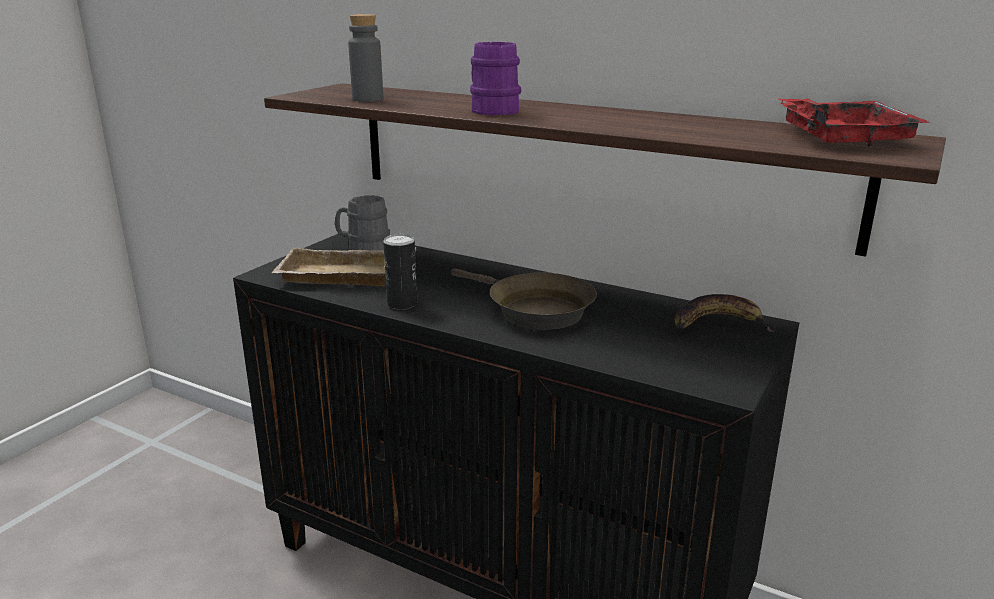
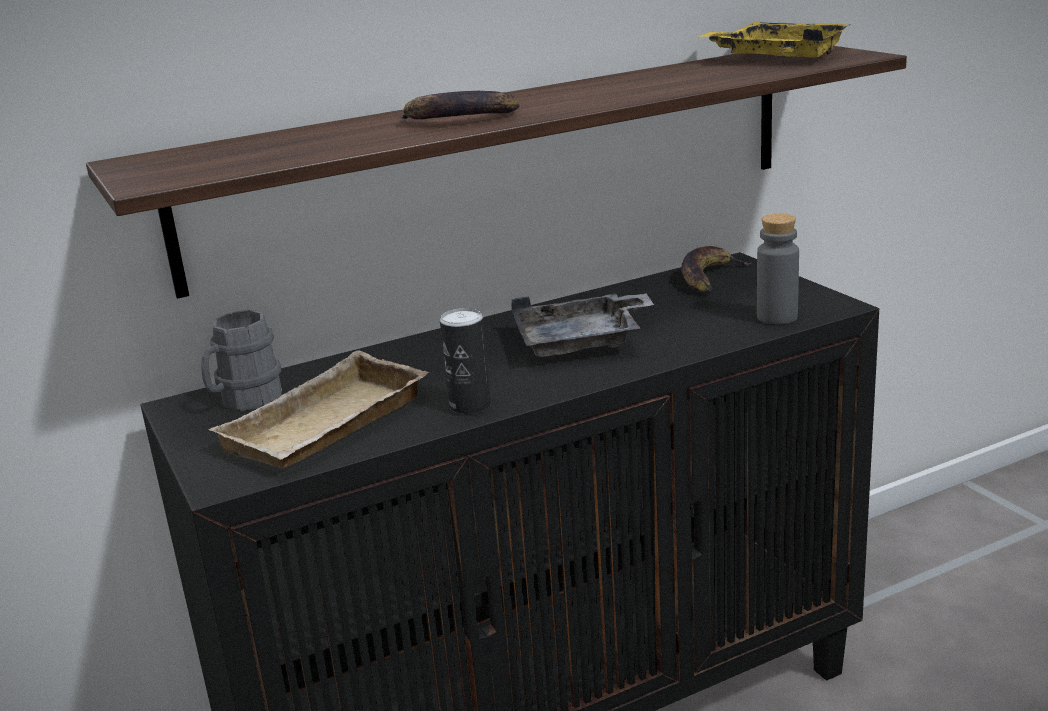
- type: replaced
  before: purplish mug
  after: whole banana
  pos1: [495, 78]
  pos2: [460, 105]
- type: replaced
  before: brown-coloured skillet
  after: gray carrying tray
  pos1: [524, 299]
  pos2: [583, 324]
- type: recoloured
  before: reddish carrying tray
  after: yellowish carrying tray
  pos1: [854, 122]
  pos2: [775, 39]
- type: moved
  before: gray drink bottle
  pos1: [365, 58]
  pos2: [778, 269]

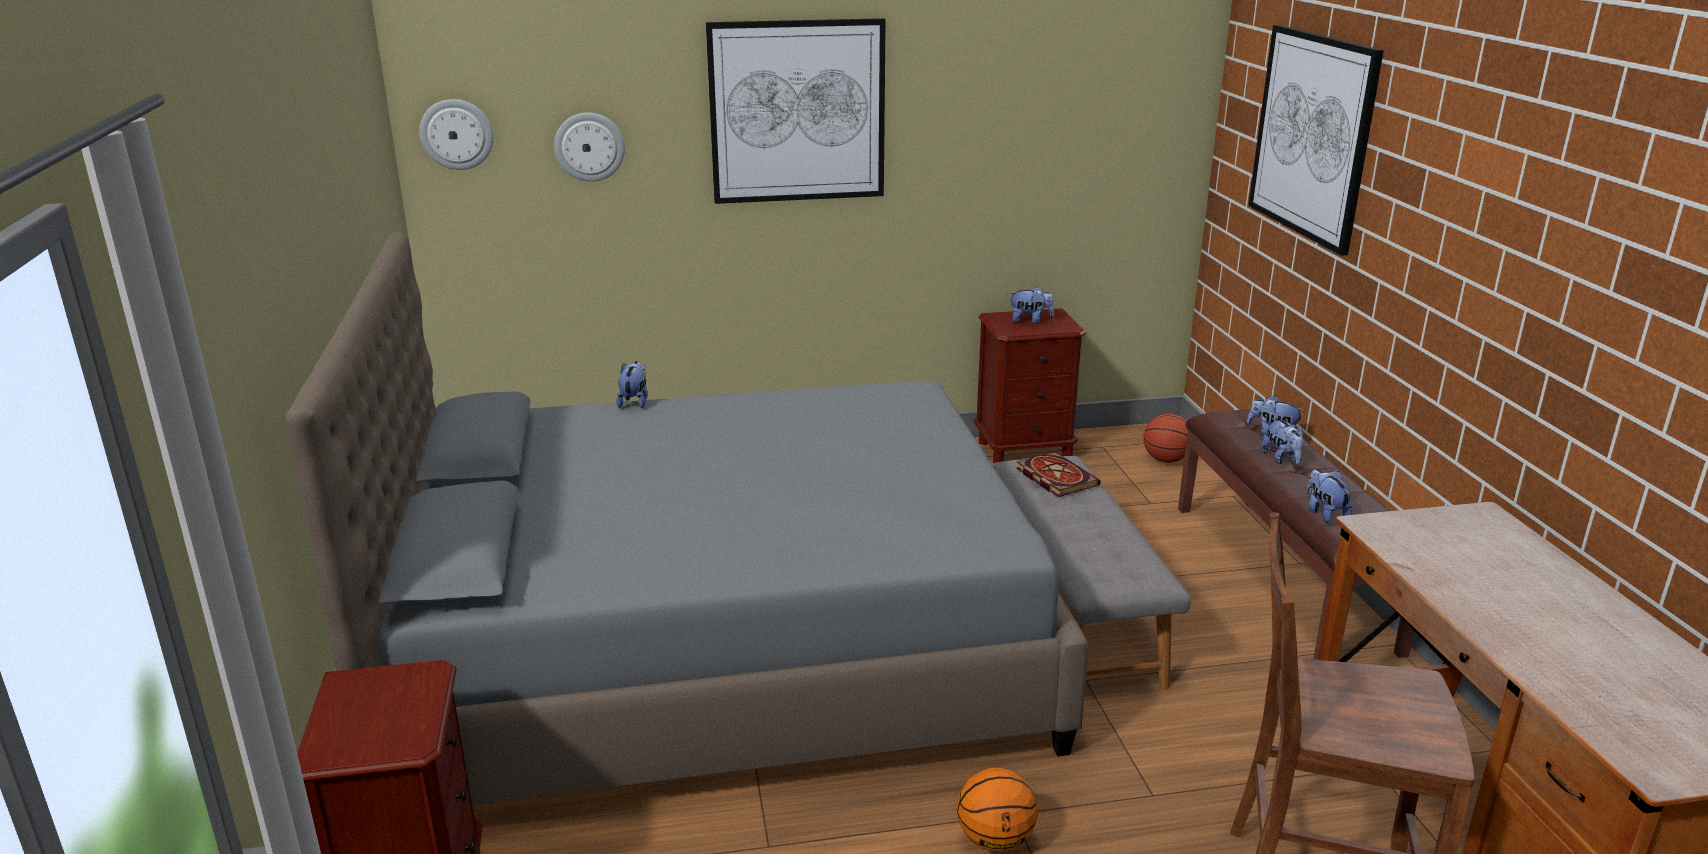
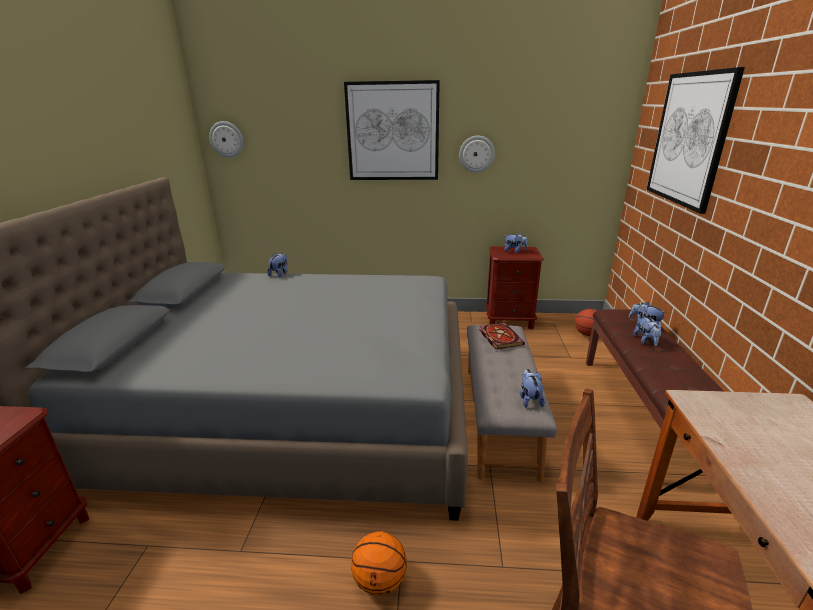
- type: moved
  before: wall clock
  pos1: [589, 147]
  pos2: [477, 154]
- type: moved
  before: soft toy
  pos1: [1329, 496]
  pos2: [532, 388]

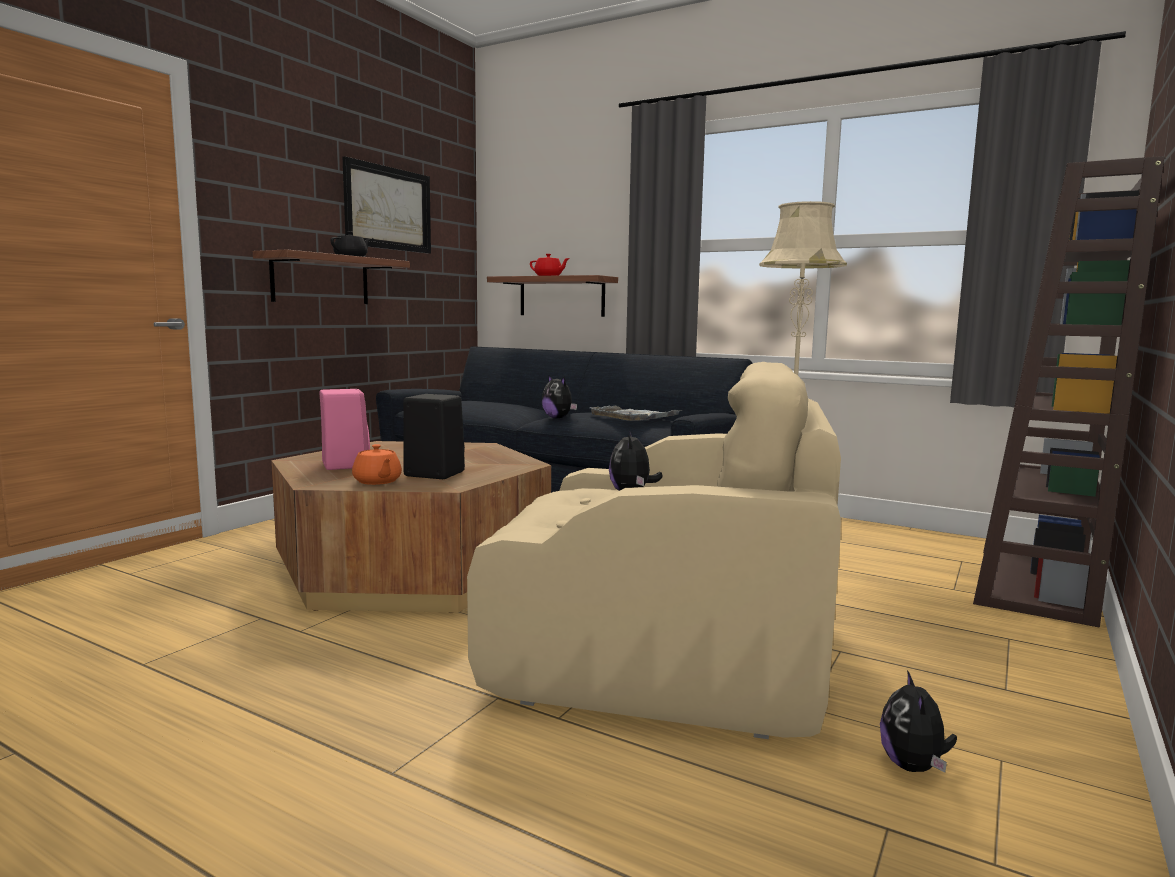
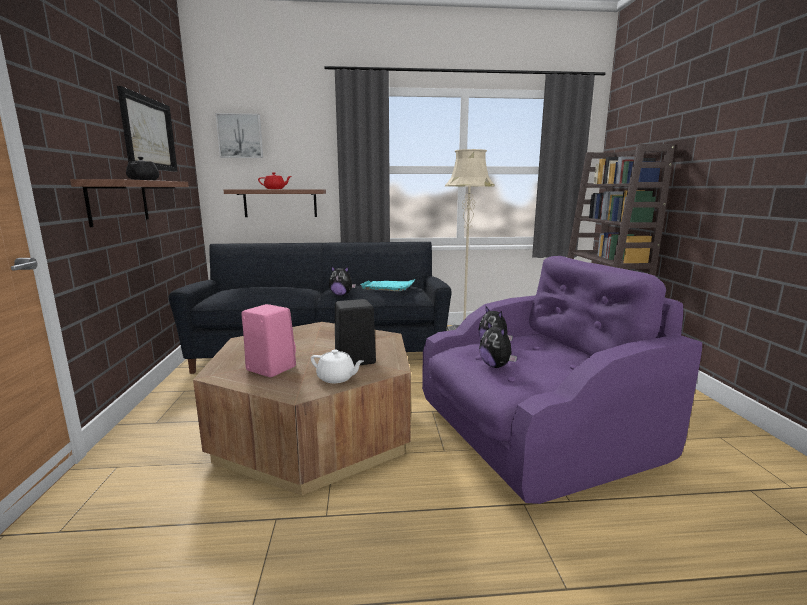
- type: added
  after: wall picture
  pos2: [239, 135]
- type: recoloured
  before: orange-coloured teapot
  after: white teapot
  pos1: [377, 464]
  pos2: [337, 366]
- type: recoloured
  before: gray carrying tray
  after: blue-green carrying tray
  pos1: [636, 413]
  pos2: [388, 285]
- type: recoloured
  before: sand-coloured lounge chair
  after: purplish lounge chair
  pos1: [654, 550]
  pos2: [562, 380]
- type: moved
  before: soft toy
  pos1: [918, 721]
  pos2: [498, 345]

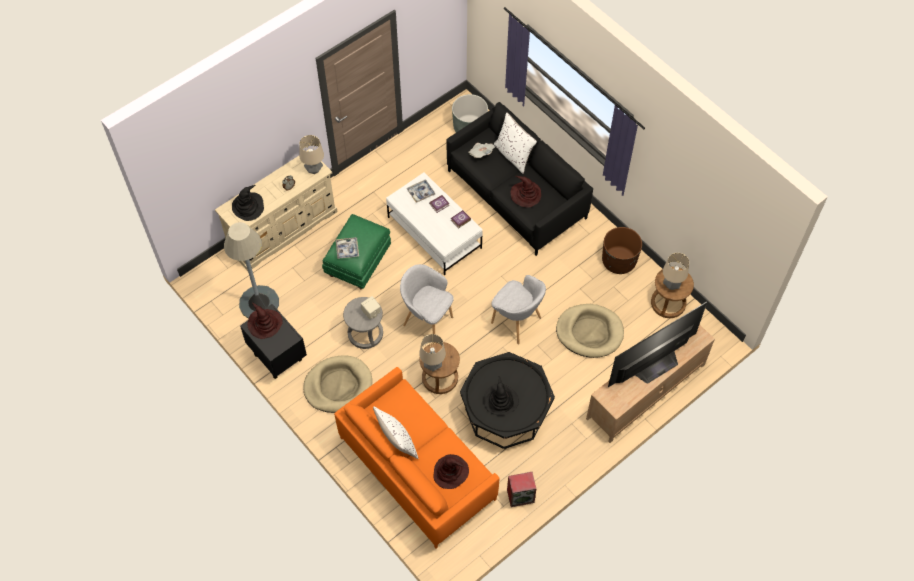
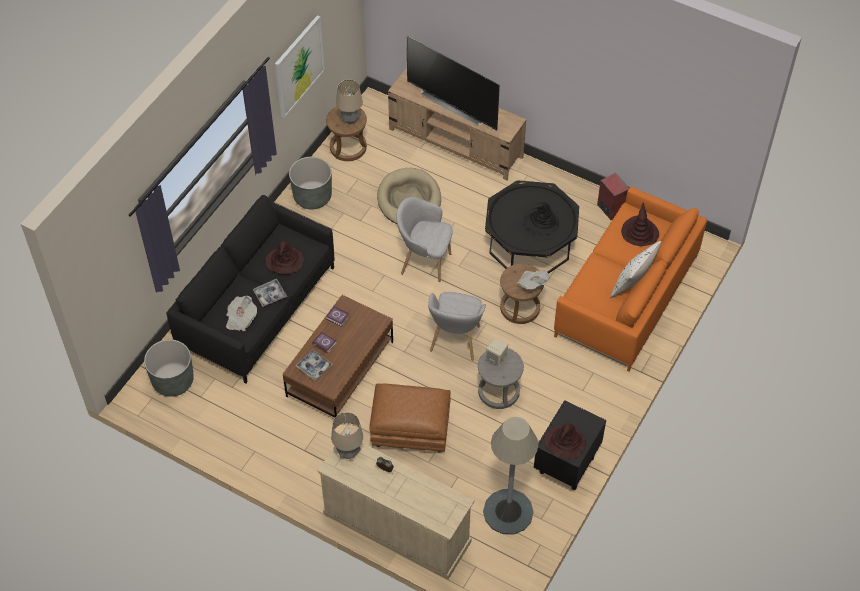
- type: moved
  before: carrying tray
  pos1: [347, 248]
  pos2: [270, 293]
- type: added
  after: wall picture
  pos2: [300, 66]
- type: recoloured
  before: white lounge table
  after: brown-coloured lounge table
  pos1: [434, 223]
  pos2: [338, 356]
- type: recoloured
  before: brown-coloured flower pot
  after: gray flower pot
  pos1: [622, 250]
  pos2: [310, 183]
- type: recoloured
  before: green pouffe
  after: brown-coloured pouffe
  pos1: [356, 251]
  pos2: [410, 418]
- type: turned
  before: gray lounge chair
  pos1: [518, 309]
  pos2: [424, 239]
  turn: -90
- type: replaced
  before: table lamp
  after: newspaper
  pos1: [432, 352]
  pos2: [533, 279]
- type: removed
  before: blackish wearable hat
  pos1: [248, 203]
- type: removed
  before: sand-coloured dog cushion
  pos1: [337, 384]
- type: removed
  before: white throw pillow
  pos1: [515, 143]

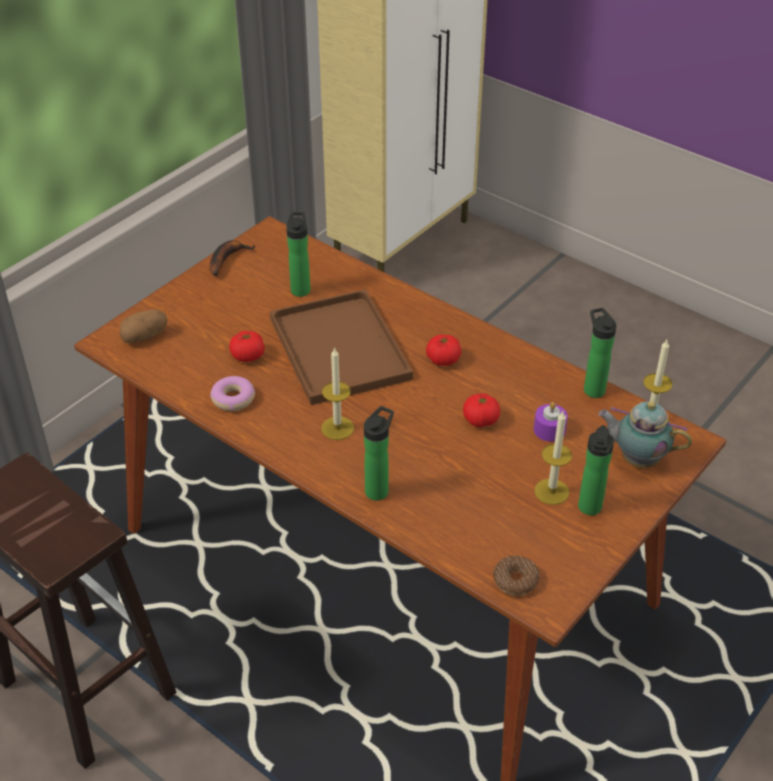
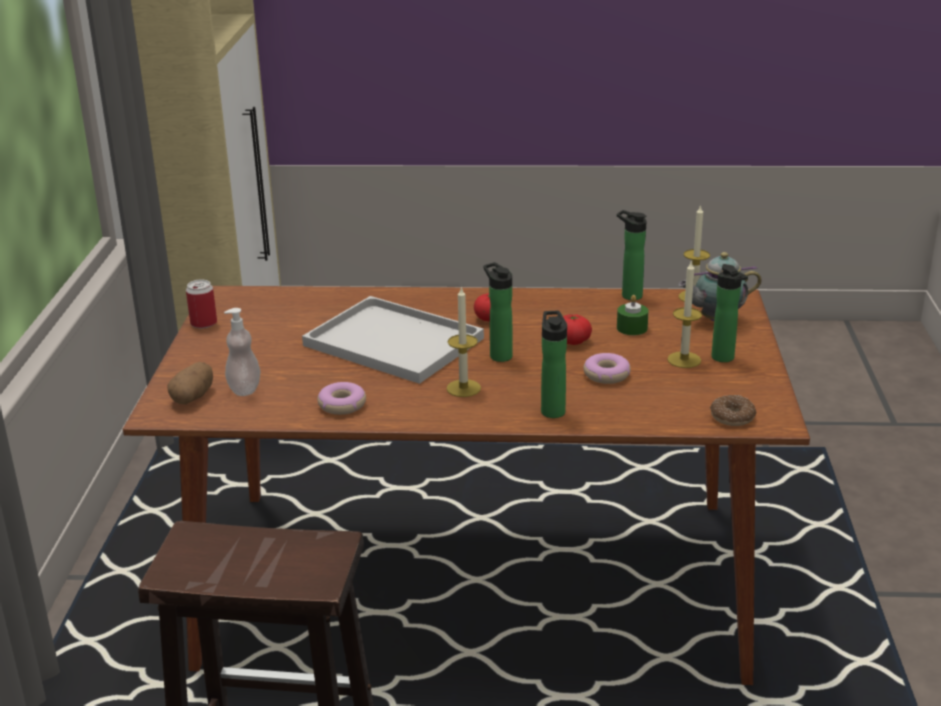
- type: replaced
  before: whole banana
  after: can
  pos1: [232, 258]
  pos2: [201, 303]
- type: added
  after: liquid soap bottle
  pos2: [242, 352]
- type: recoloured
  before: brown-coloured carrying tray
  after: white carrying tray
  pos1: [341, 347]
  pos2: [393, 340]
- type: moved
  before: drink bottle
  pos1: [298, 254]
  pos2: [498, 312]
- type: added
  after: doughnut
  pos2: [607, 368]
- type: recoloured
  before: purplish wax candle
  after: green wax candle
  pos1: [551, 422]
  pos2: [633, 315]
- type: removed
  before: fresh tomato
  pos1: [247, 346]

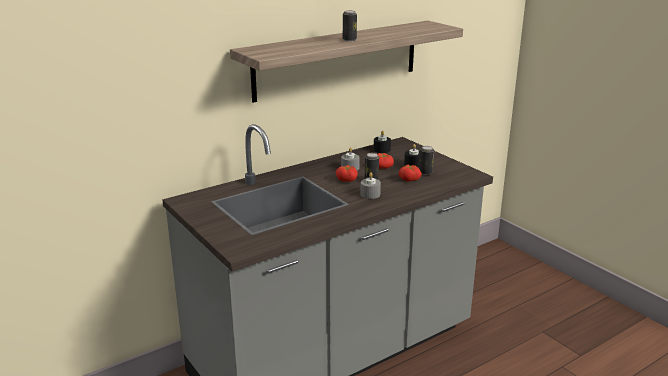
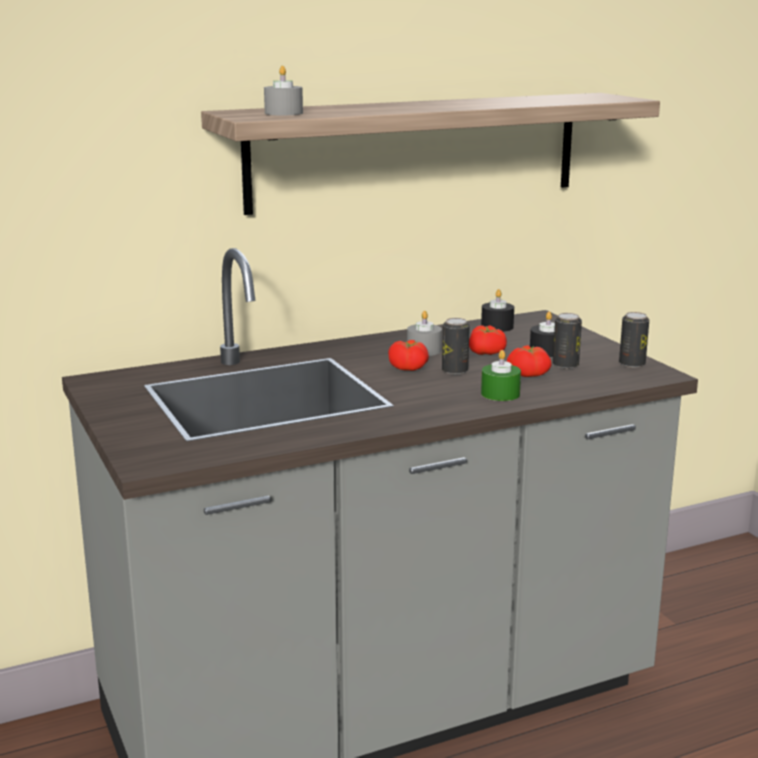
- type: moved
  before: gray wax candle
  pos1: [370, 185]
  pos2: [283, 90]
- type: added
  after: green wax candle
  pos2: [501, 375]
- type: moved
  before: can
  pos1: [350, 26]
  pos2: [634, 340]

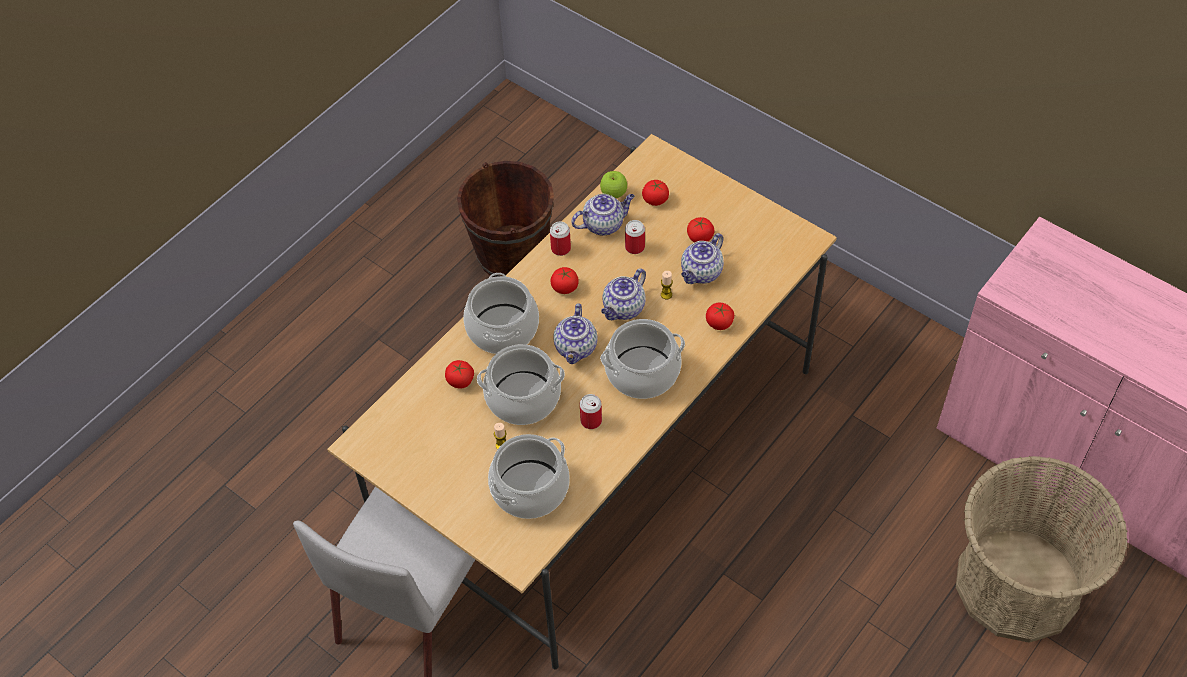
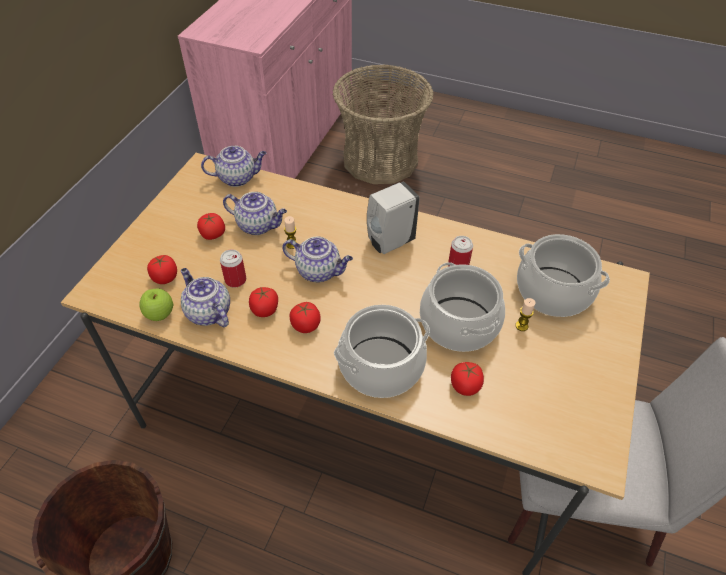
- type: moved
  before: teapot
  pos1: [575, 333]
  pos2: [233, 166]
- type: moved
  before: fresh tomato
  pos1: [720, 316]
  pos2: [263, 302]
- type: replaced
  before: saucepot
  after: white liquid soap bottle
  pos1: [642, 359]
  pos2: [393, 218]
- type: removed
  before: can
  pos1: [560, 239]

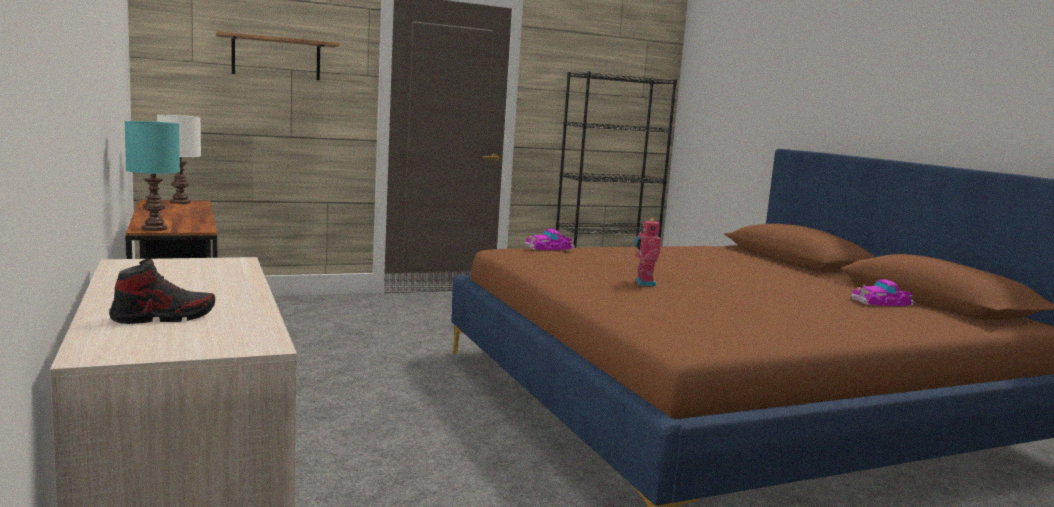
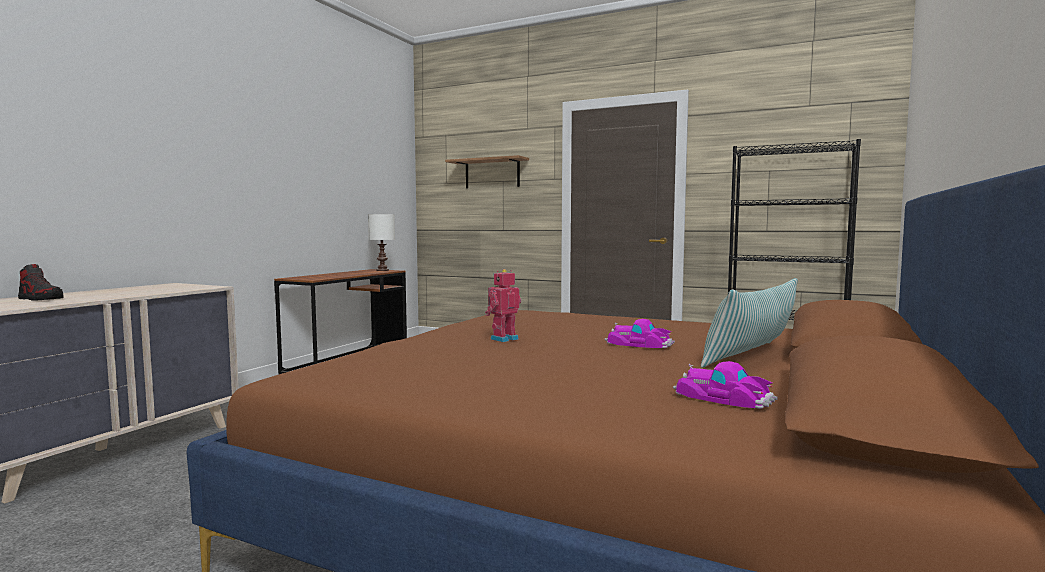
- type: moved
  before: toy car
  pos1: [549, 239]
  pos2: [640, 333]
- type: added
  after: throw pillow
  pos2: [749, 323]
- type: removed
  before: blue-green table lamp
  pos1: [152, 176]

